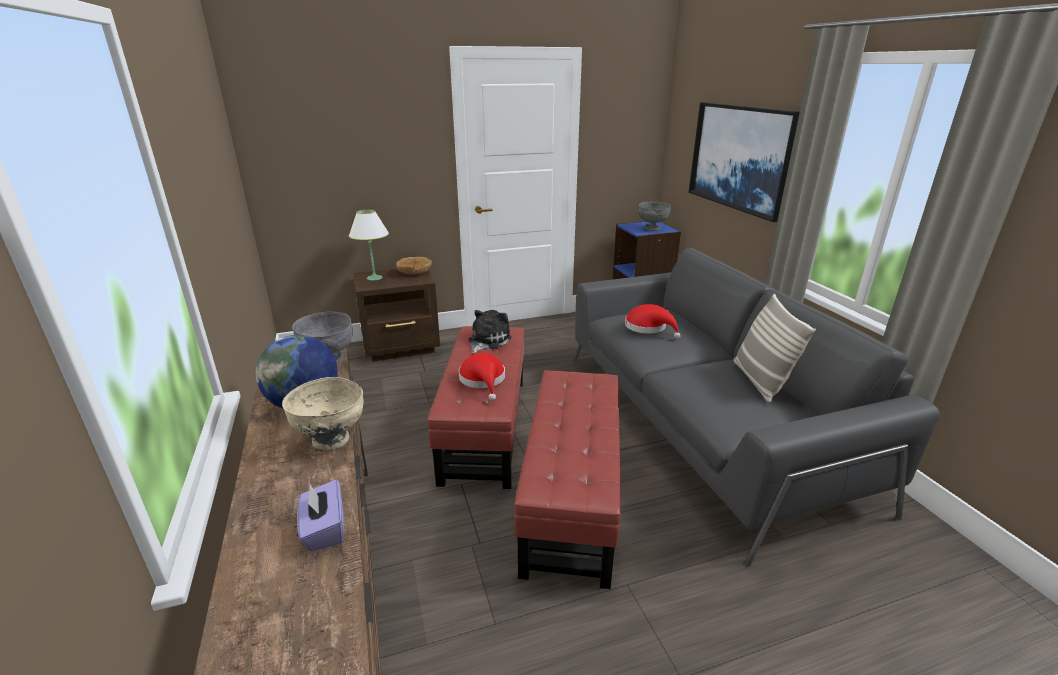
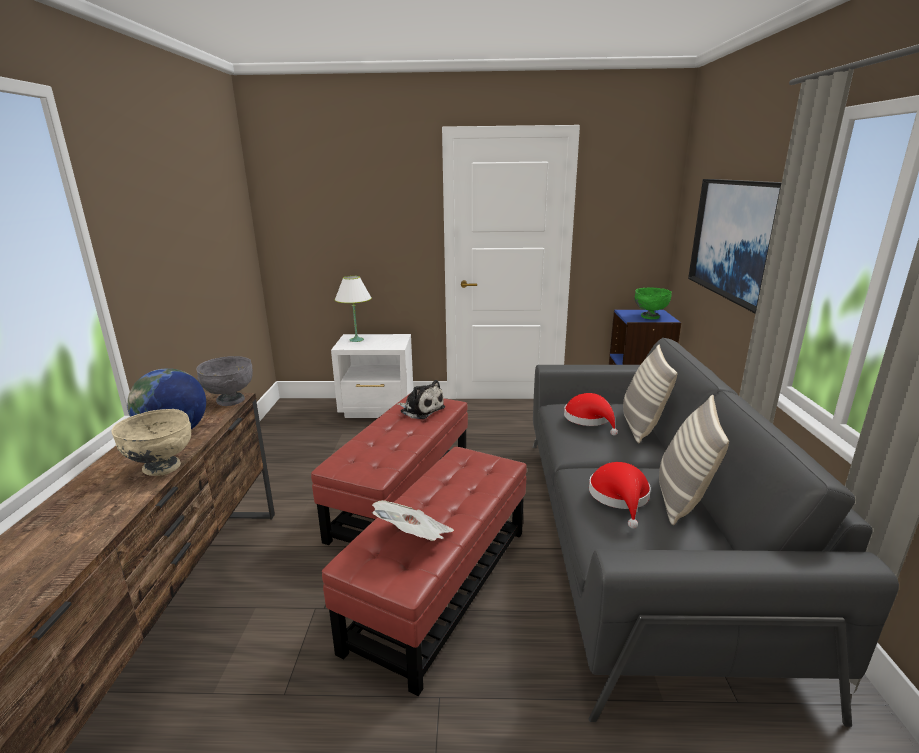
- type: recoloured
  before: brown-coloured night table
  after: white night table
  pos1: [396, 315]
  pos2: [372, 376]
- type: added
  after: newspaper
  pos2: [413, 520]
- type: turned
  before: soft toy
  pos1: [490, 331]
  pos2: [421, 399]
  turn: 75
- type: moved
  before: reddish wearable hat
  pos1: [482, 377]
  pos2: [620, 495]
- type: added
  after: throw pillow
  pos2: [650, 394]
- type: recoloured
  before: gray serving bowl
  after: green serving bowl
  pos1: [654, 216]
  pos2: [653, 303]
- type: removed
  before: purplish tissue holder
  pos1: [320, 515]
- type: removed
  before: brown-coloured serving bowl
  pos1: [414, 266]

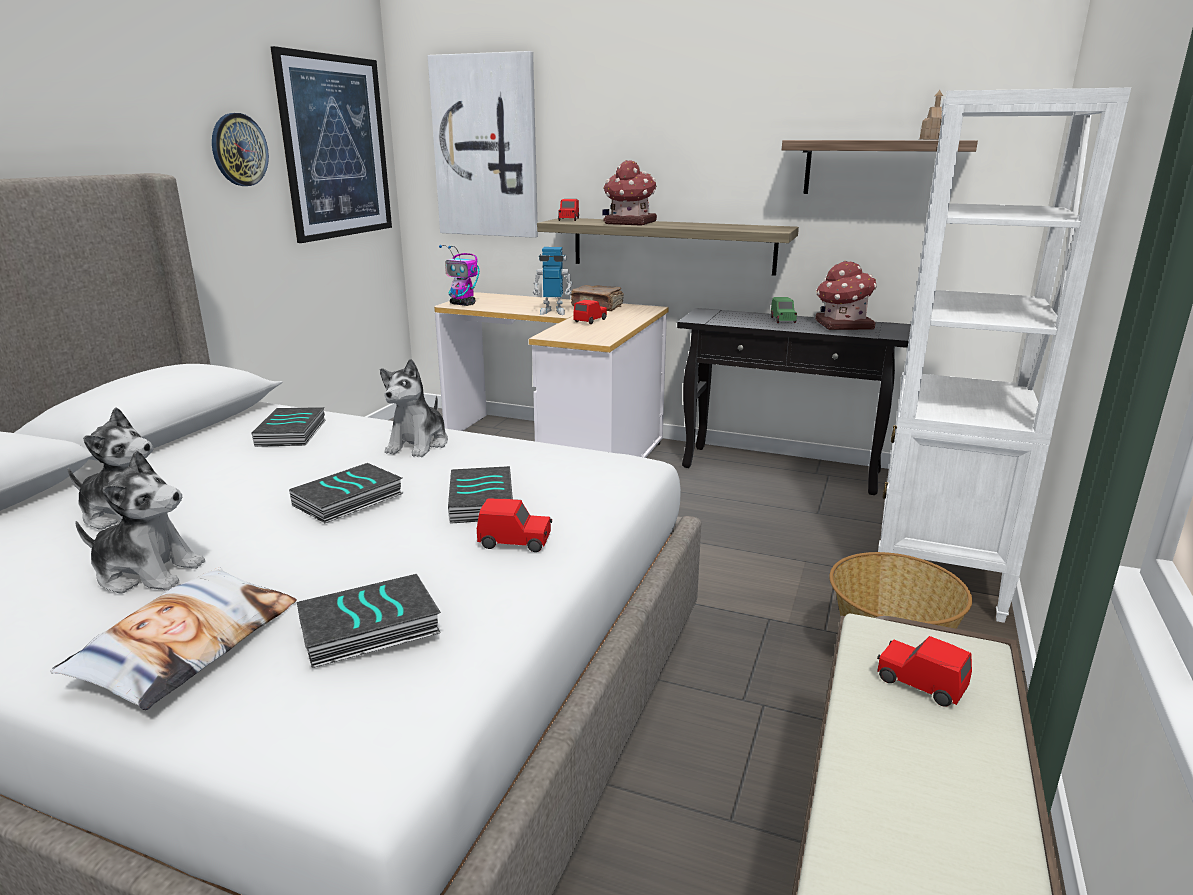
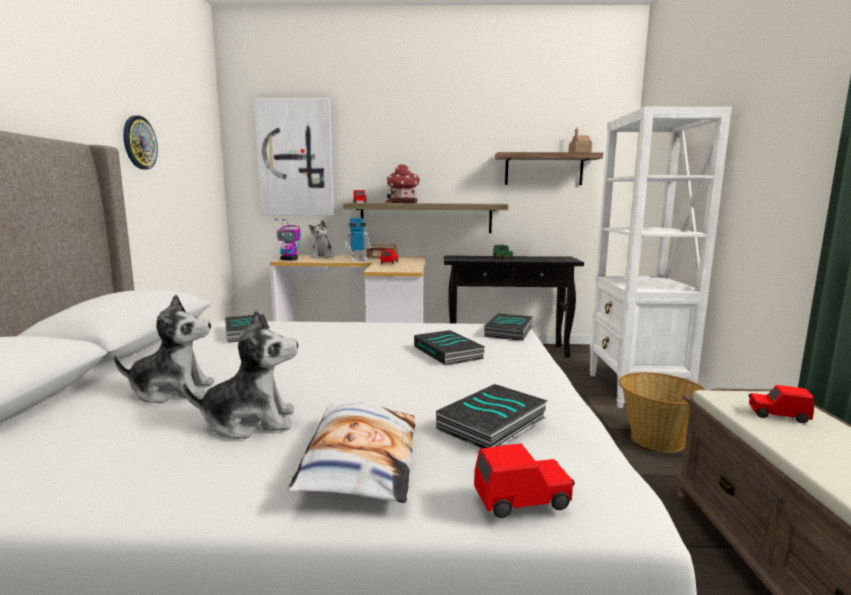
- type: moved
  before: soft toy
  pos1: [414, 408]
  pos2: [321, 239]
- type: moved
  before: reddish toy car
  pos1: [514, 525]
  pos2: [524, 480]
- type: moved
  before: bound book
  pos1: [346, 493]
  pos2: [508, 327]
- type: removed
  before: wall picture
  pos1: [331, 144]
- type: removed
  before: toy house
  pos1: [846, 295]

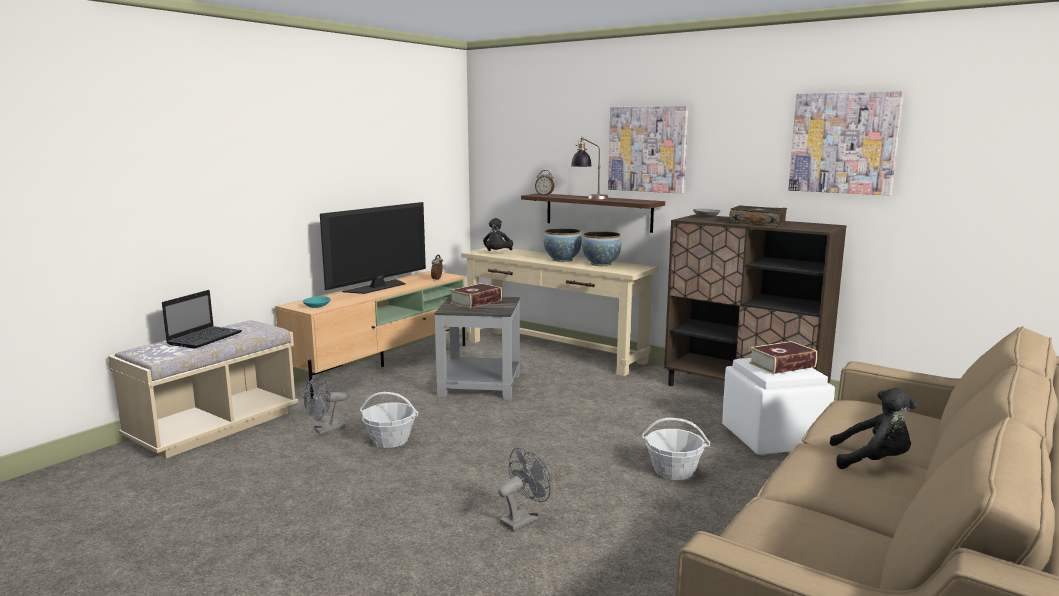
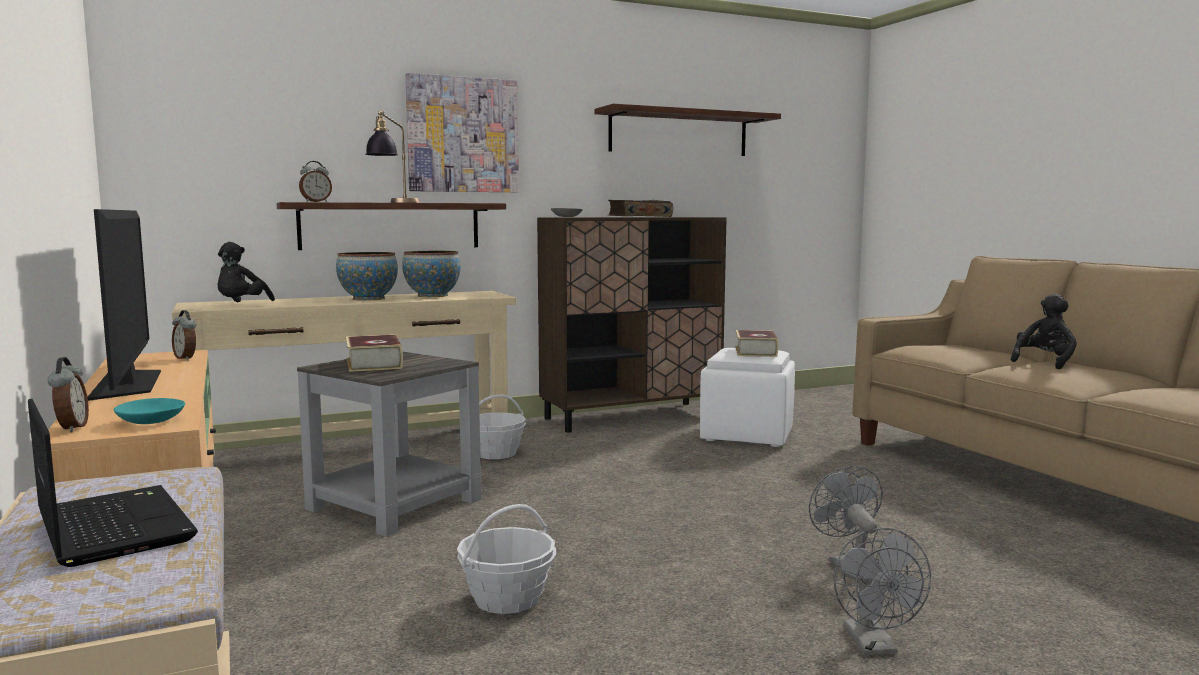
- type: added
  after: alarm clock
  pos2: [68, 394]
- type: turned
  before: blackish soft toy
  pos1: [498, 234]
  pos2: [246, 272]
  turn: 60
- type: moved
  before: basket
  pos1: [676, 449]
  pos2: [502, 427]
- type: replaced
  before: wall picture
  after: shelf
  pos1: [846, 143]
  pos2: [688, 130]
- type: moved
  before: gray cooling fan
  pos1: [325, 404]
  pos2: [882, 591]

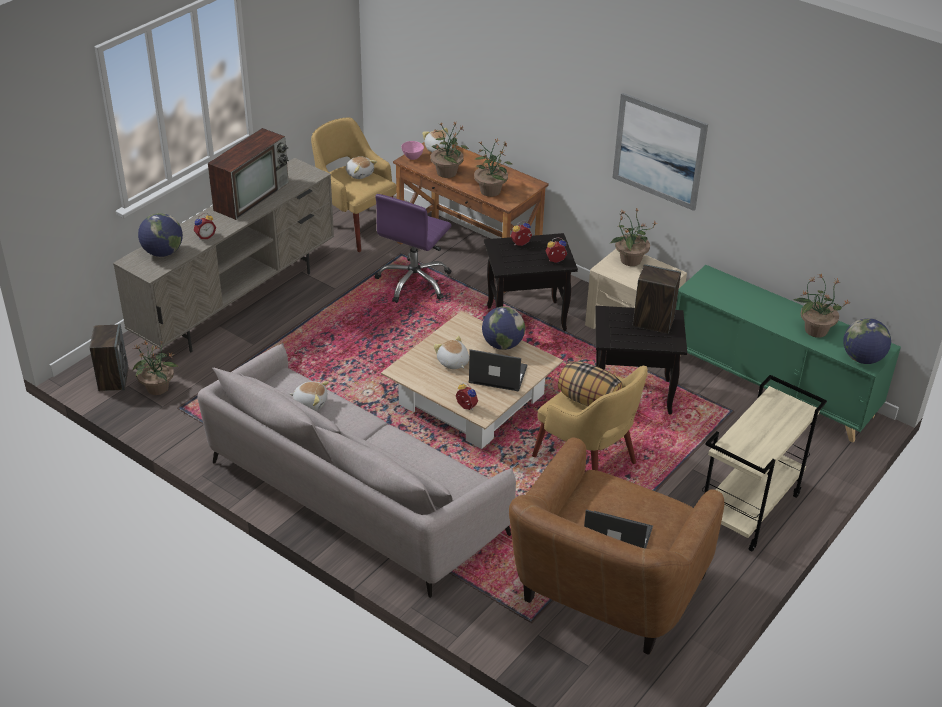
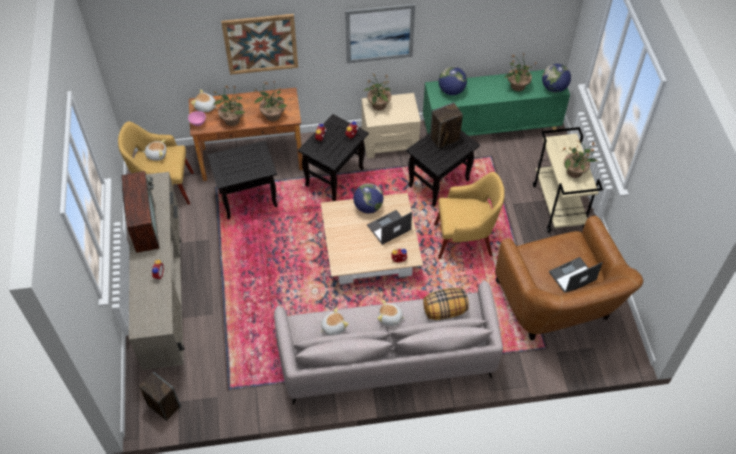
- type: replaced
  before: purplish computer chair
  after: blackish side table
  pos1: [412, 248]
  pos2: [242, 180]
- type: added
  after: wall picture
  pos2: [259, 44]
- type: moved
  before: soft toy
  pos1: [451, 352]
  pos2: [391, 313]
- type: moved
  before: throw pillow
  pos1: [590, 383]
  pos2: [446, 304]
- type: moved
  before: world globe
  pos1: [160, 235]
  pos2: [452, 81]
- type: moved
  before: potted plant
  pos1: [156, 368]
  pos2: [580, 159]

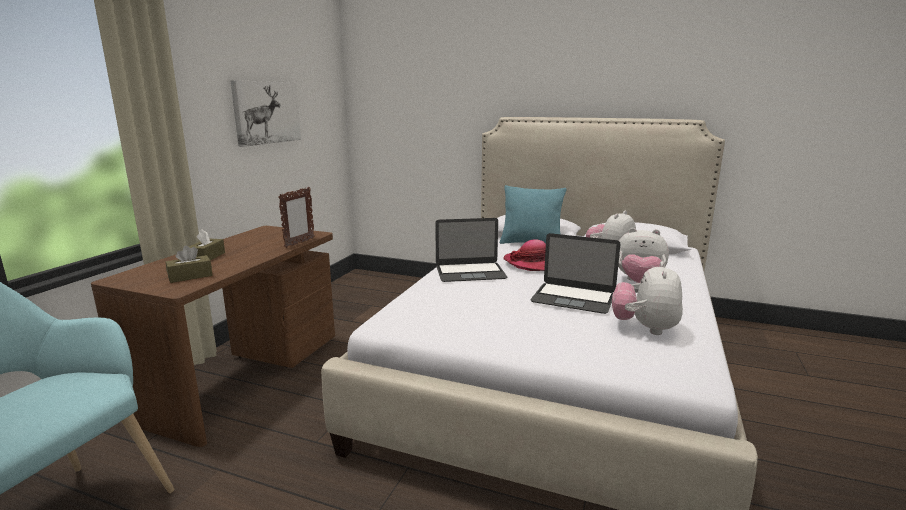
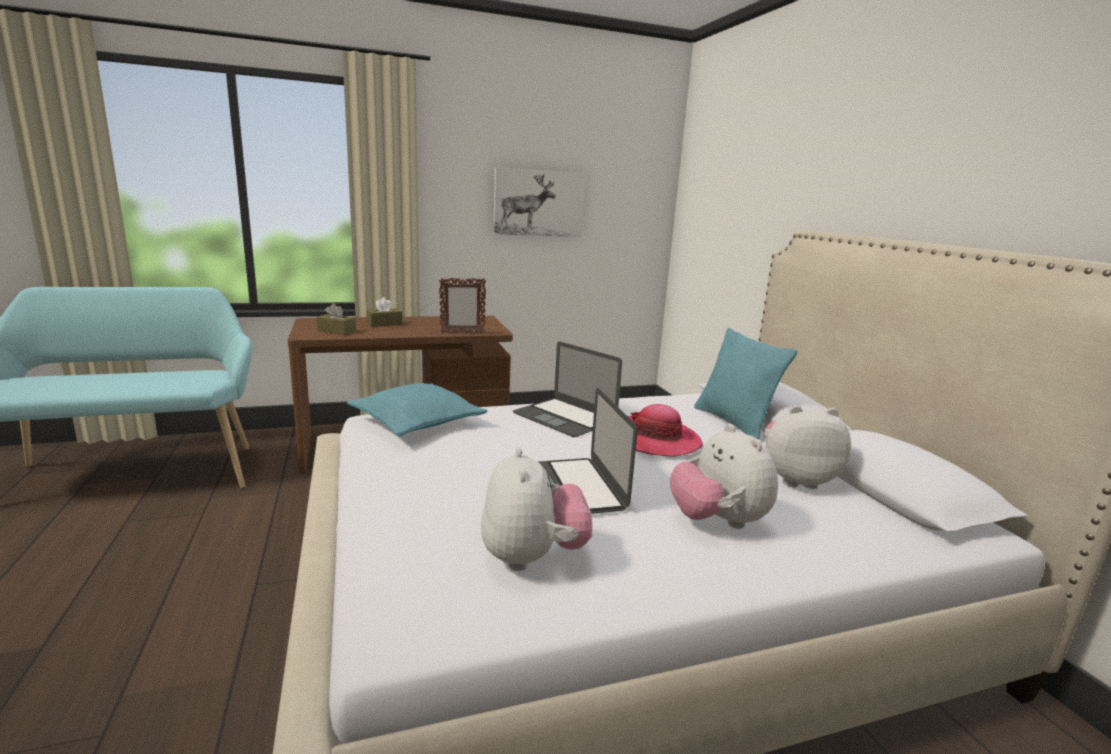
- type: added
  after: blue-green throw pillow
  pos2: [417, 409]
- type: turned
  before: soft toy
  pos1: [647, 298]
  pos2: [536, 509]
  turn: 105

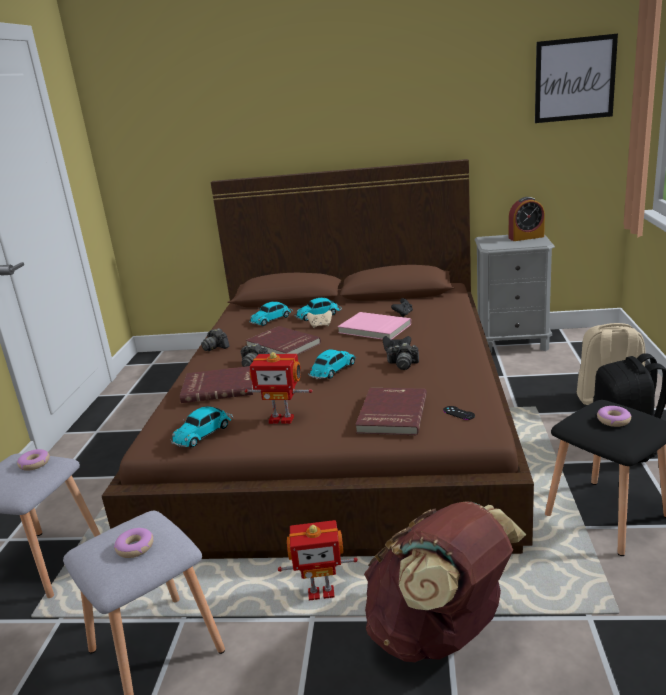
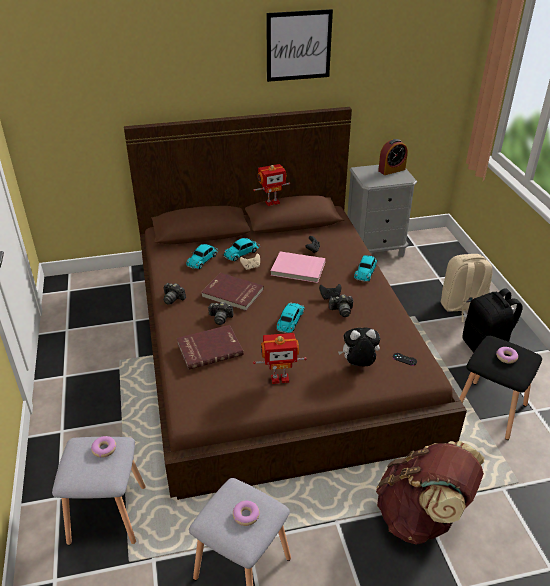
- type: moved
  before: toy robot
  pos1: [318, 560]
  pos2: [271, 185]
- type: moved
  before: wall picture
  pos1: [576, 78]
  pos2: [299, 45]
- type: replaced
  before: reddish bound book
  after: soft toy
  pos1: [391, 411]
  pos2: [359, 347]
- type: moved
  before: toy car
  pos1: [201, 427]
  pos2: [366, 268]

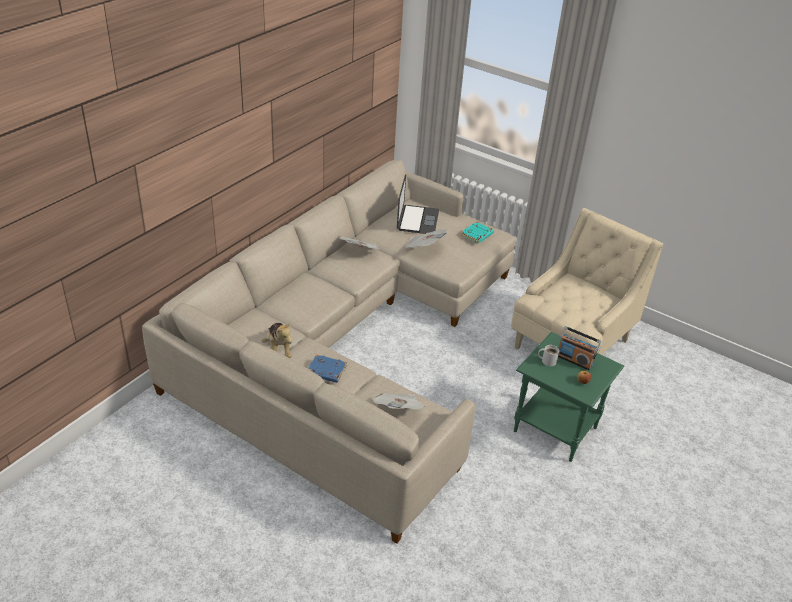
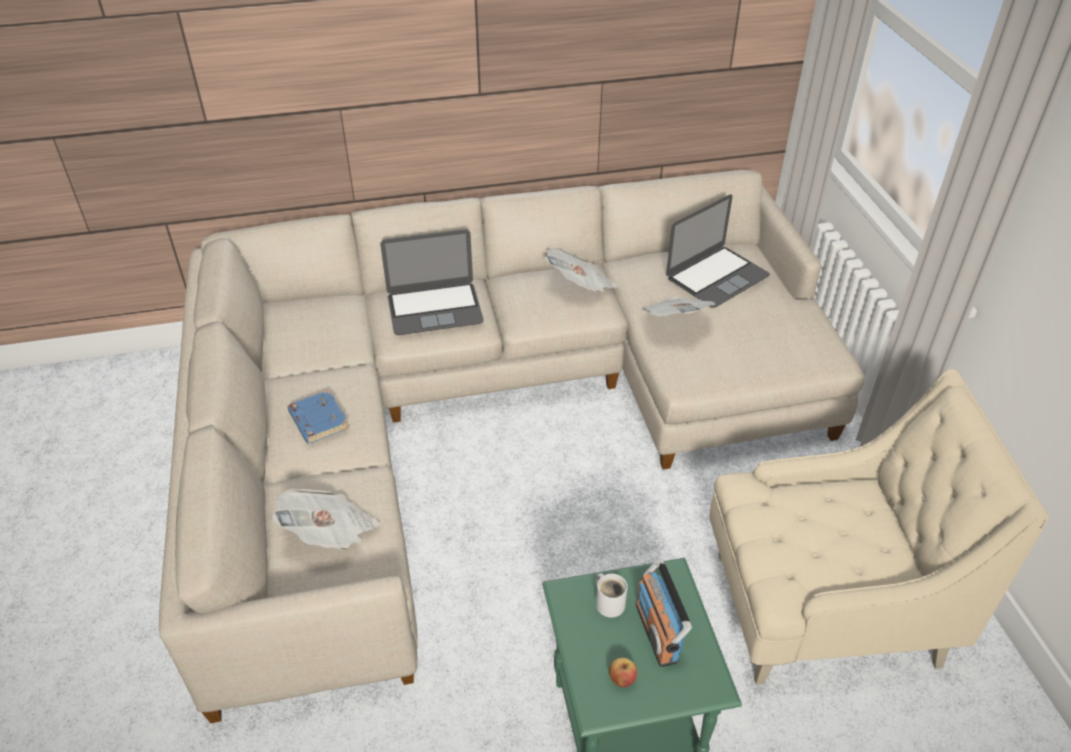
- type: added
  after: notebook computer
  pos2: [432, 282]
- type: removed
  before: soft toy
  pos1: [277, 340]
- type: removed
  before: blue-green bound book
  pos1: [477, 232]

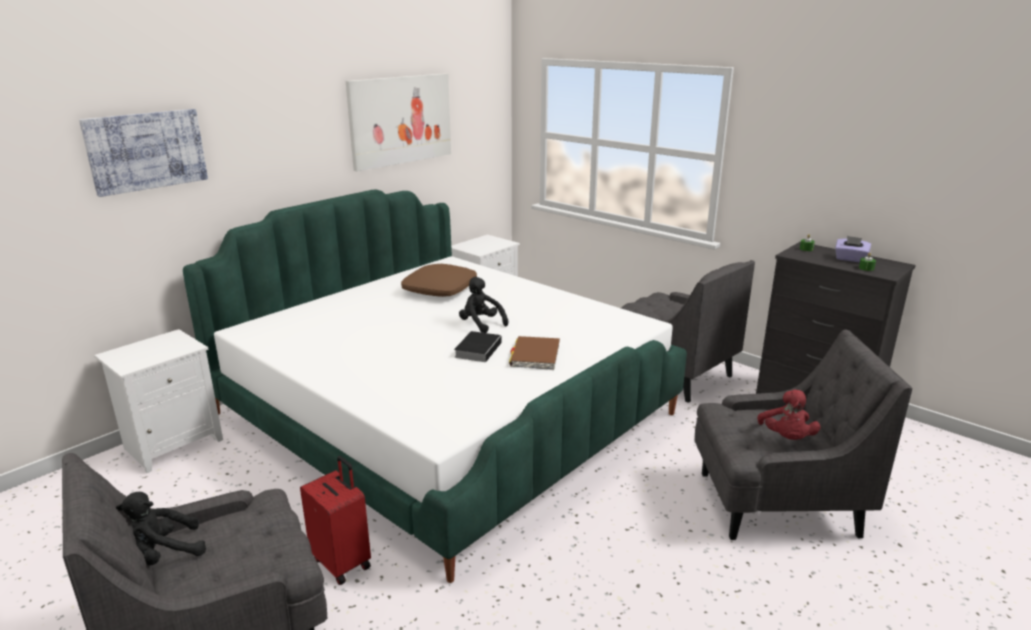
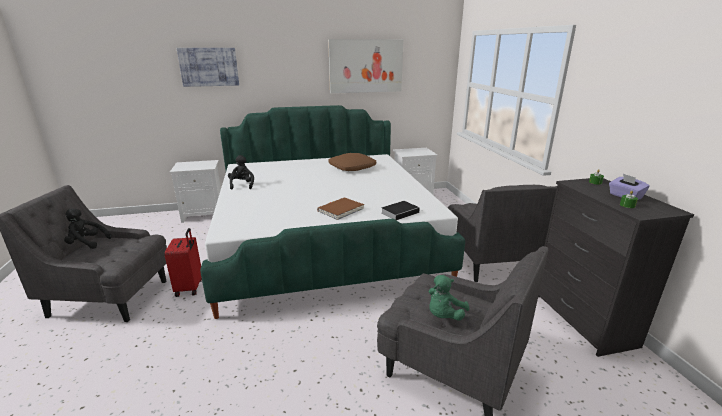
- type: moved
  before: blackish soft toy
  pos1: [483, 305]
  pos2: [241, 172]
- type: moved
  before: bound book
  pos1: [478, 346]
  pos2: [401, 210]
- type: recoloured
  before: reddish soft toy
  after: green soft toy
  pos1: [788, 414]
  pos2: [449, 297]

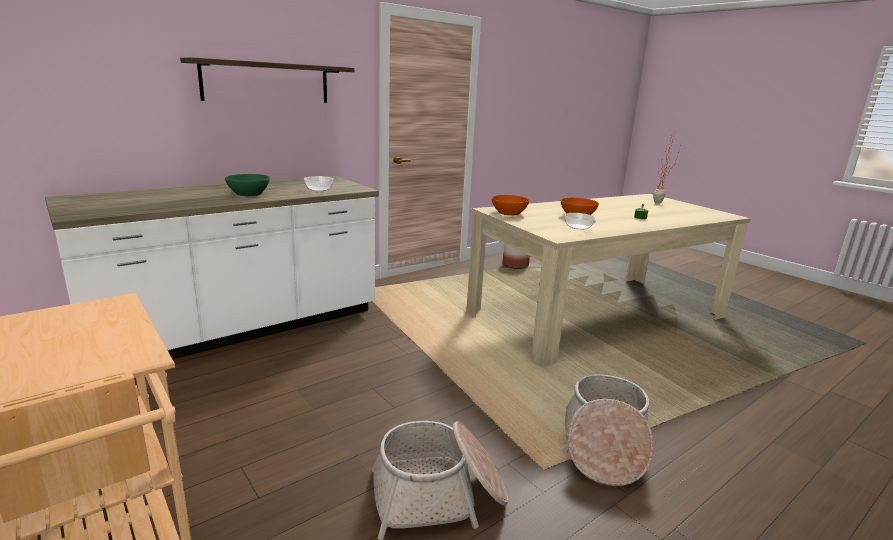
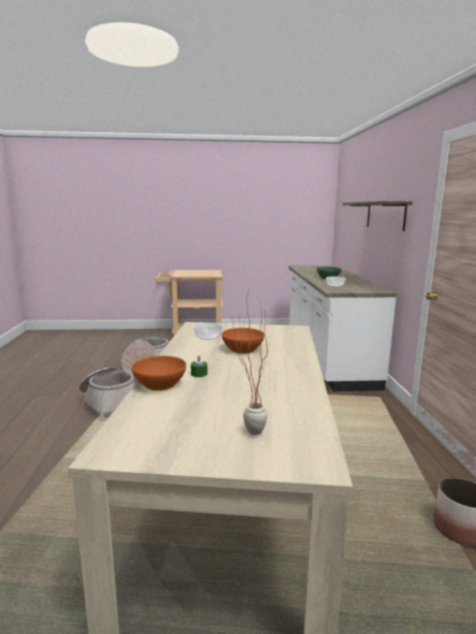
- type: moved
  before: orange-coloured serving bowl
  pos1: [510, 205]
  pos2: [159, 373]

